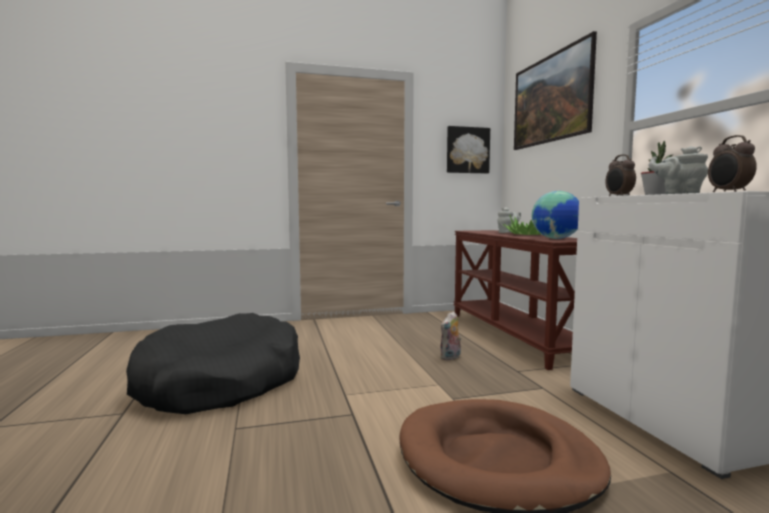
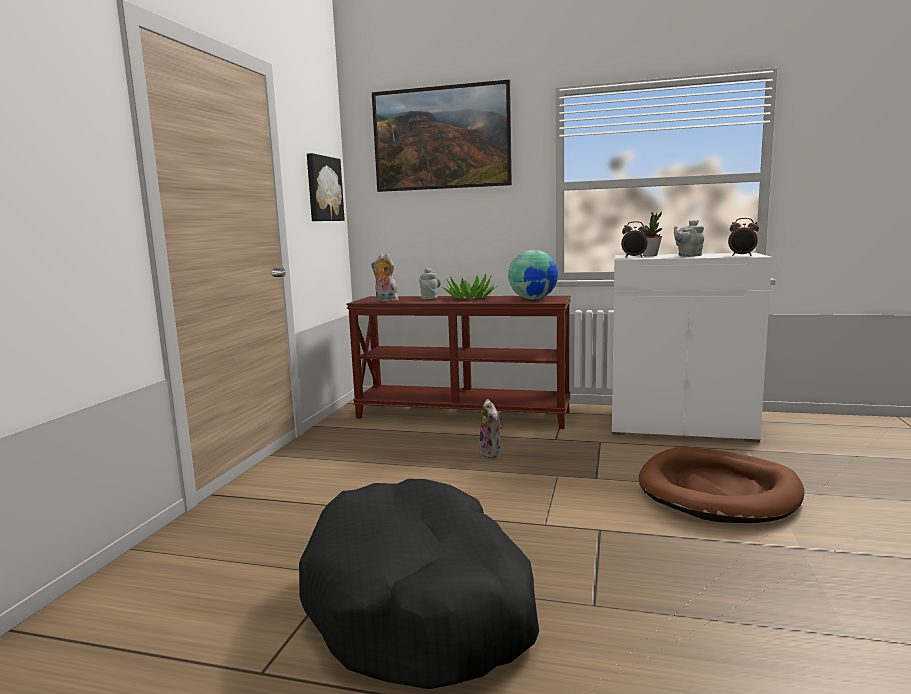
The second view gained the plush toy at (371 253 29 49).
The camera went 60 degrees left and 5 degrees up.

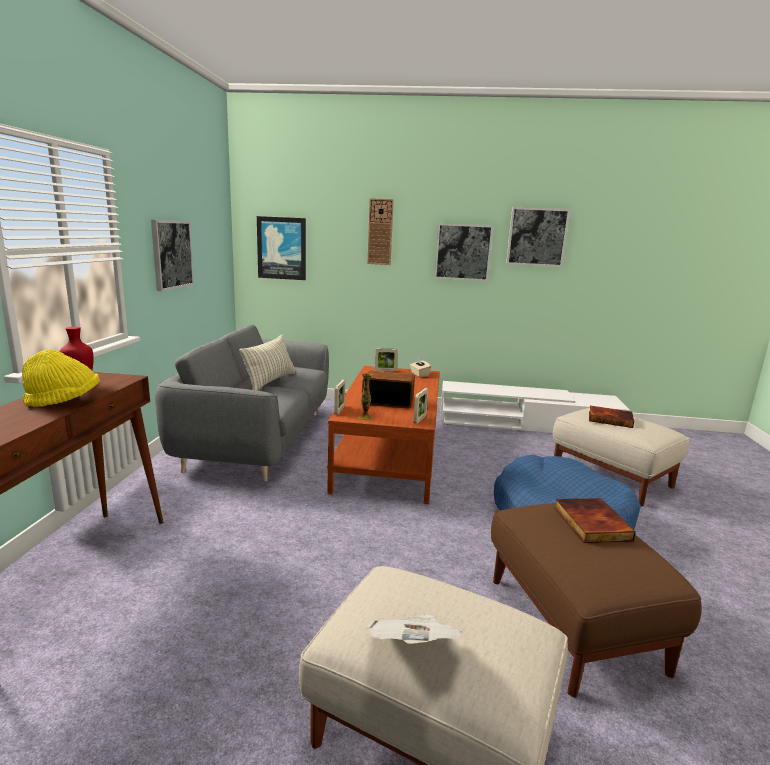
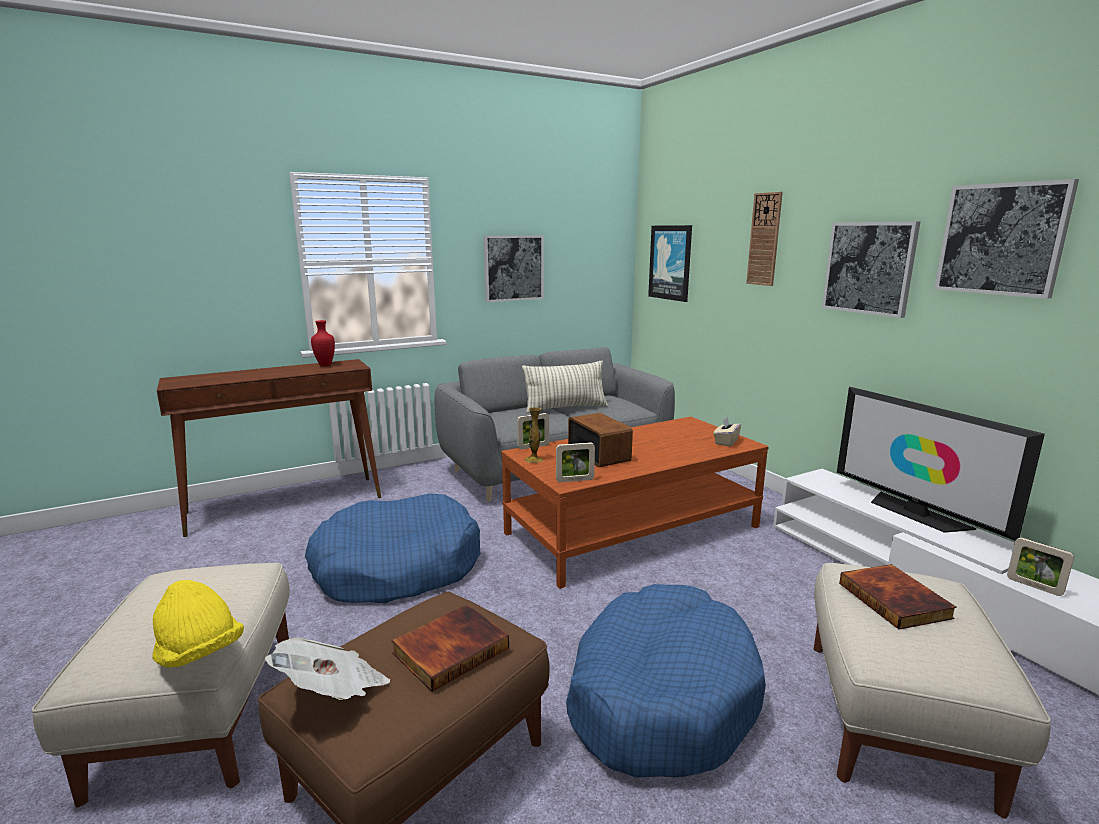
The second view gained the dog bed (blue) at (305 493 175 110).
The second view gained the television at (837 387 208 154).
The hat (yellow) ended up elsewhere, having gone from (22 349 78 58) to (152 580 92 88).
The newspaper ended up elsewhere, having gone from (365 614 98 30) to (265 637 125 63).
The picture frame ended up elsewhere, having gone from (374 348 24 23) to (1007 538 67 58).
The camera went 55 degrees right and 0 degrees up.

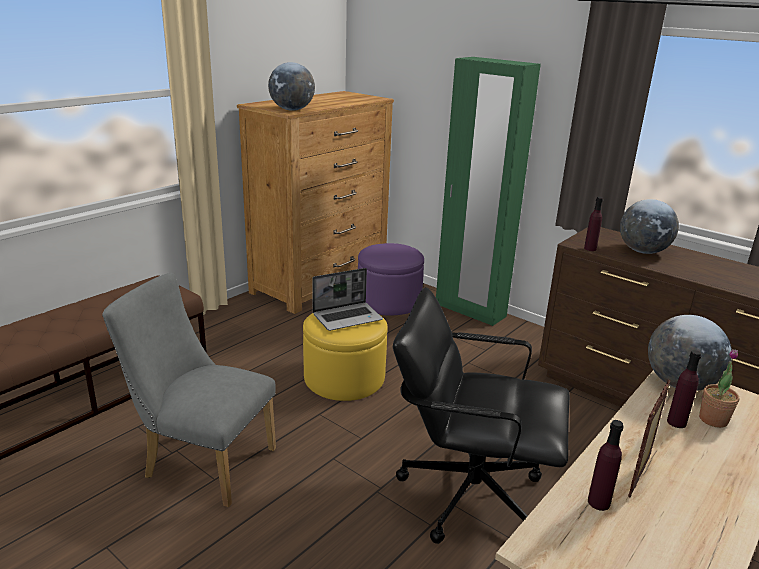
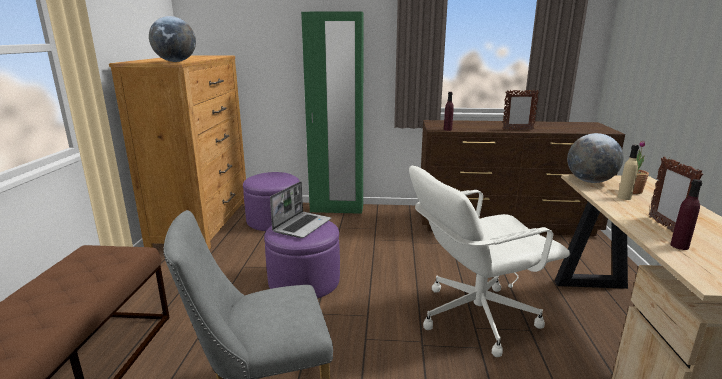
The second view lost the globe at (620 199 59 55).
The second view gained the picture frame at (502 90 37 40).
What was the ottoman (yellow) at (303 313 85 88) turned into the ottoman (purple) at (264 221 76 77).
What was the office chair (black) at (393 287 177 257) turned into the office chair (white) at (409 166 161 191).
What was the bottle (purple) at (667 350 34 78) turned into the bottle (beige) at (618 145 21 55).
The camera went 35 degrees left and 5 degrees down.

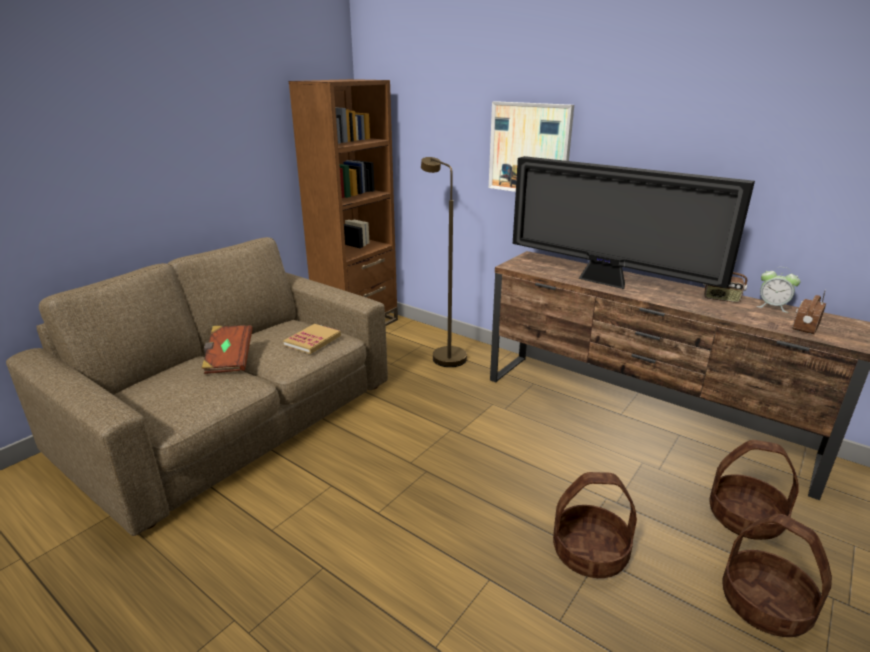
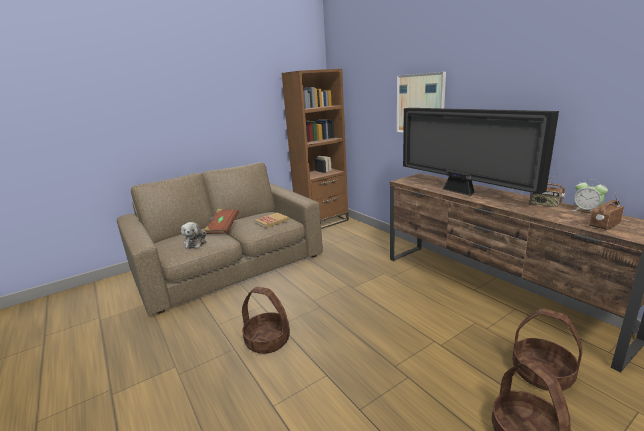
The second view lost the floor lamp (brown) at (421 157 46 210).
The second view gained the plush toy at (181 222 25 27).
The basket ended up elsewhere, having gone from (553 472 84 106) to (242 287 48 67).
The camera went 20 degrees right and 5 degrees down.

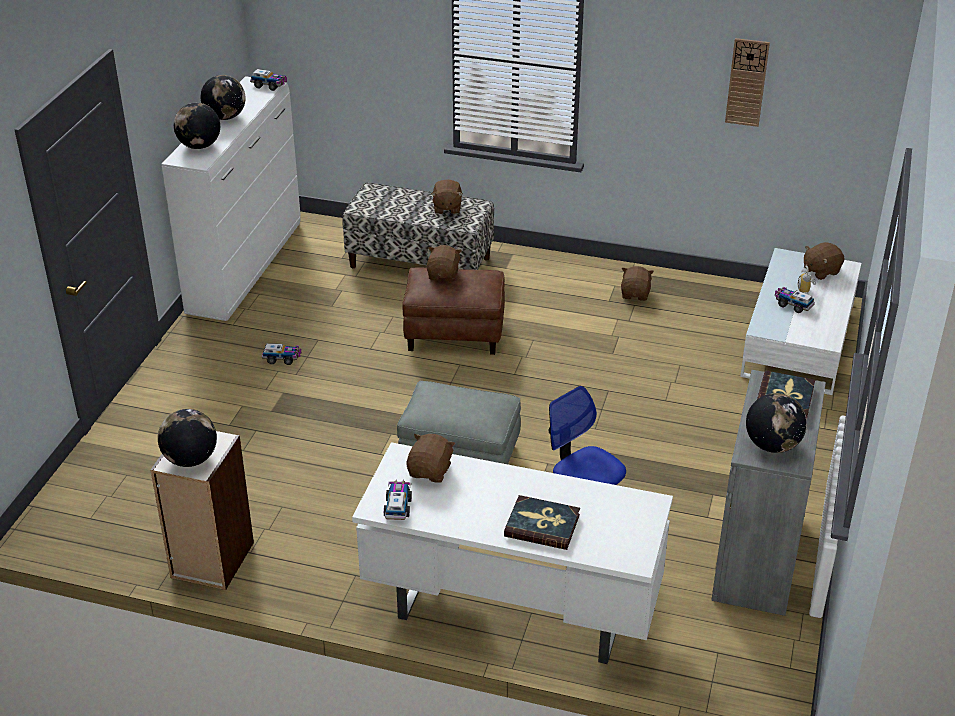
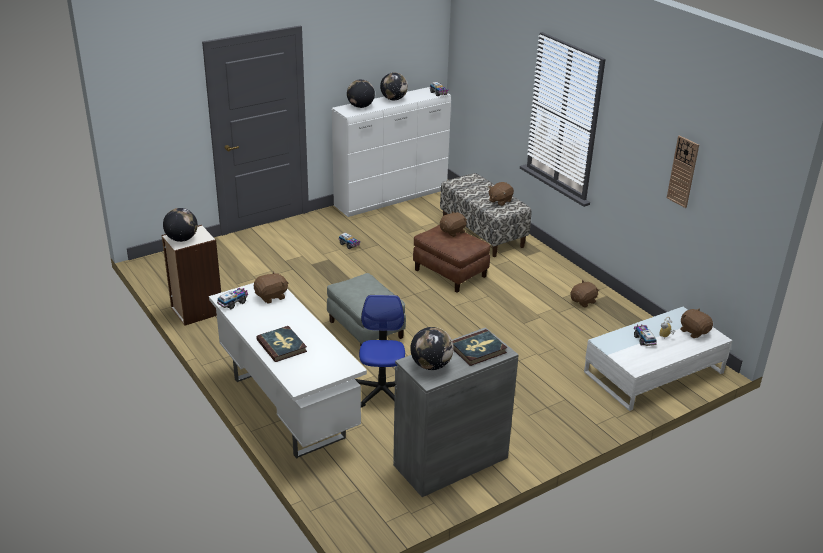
The plush toy (brown) at (804 242 40 38) ended up facing another way, 45 degrees clockwise from before.
The camera went 40 degrees right and 5 degrees down.

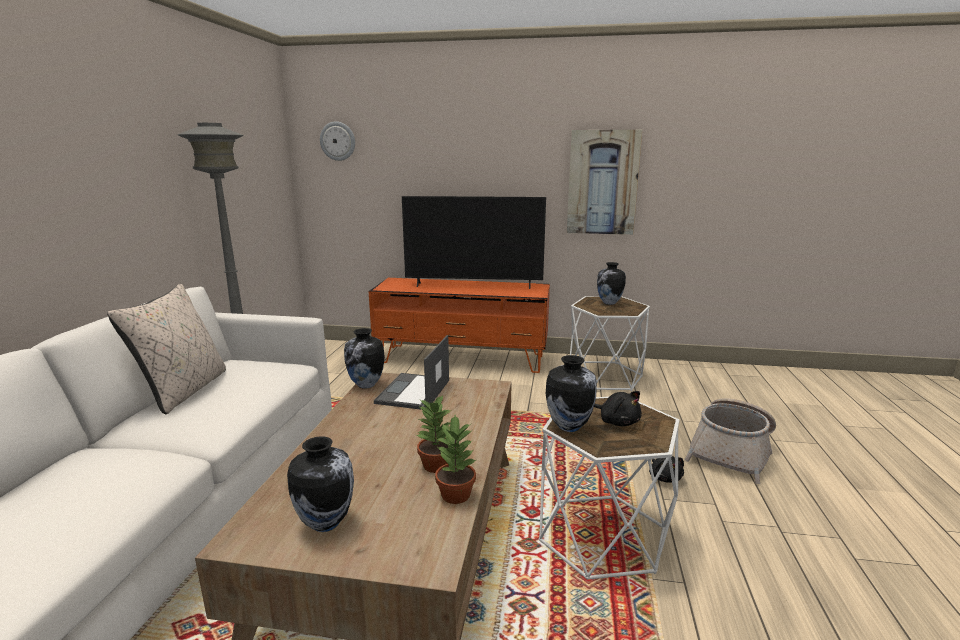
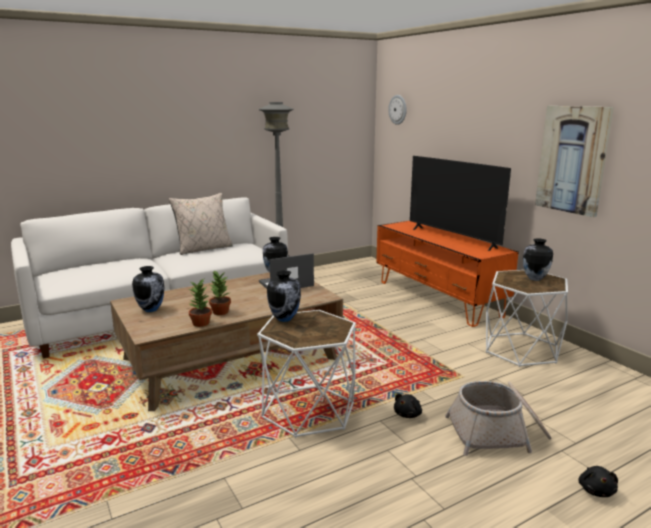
The plush toy (black) ended up elsewhere, having gone from (594 391 48 35) to (578 466 40 31).
The camera went 50 degrees right and 0 degrees up.

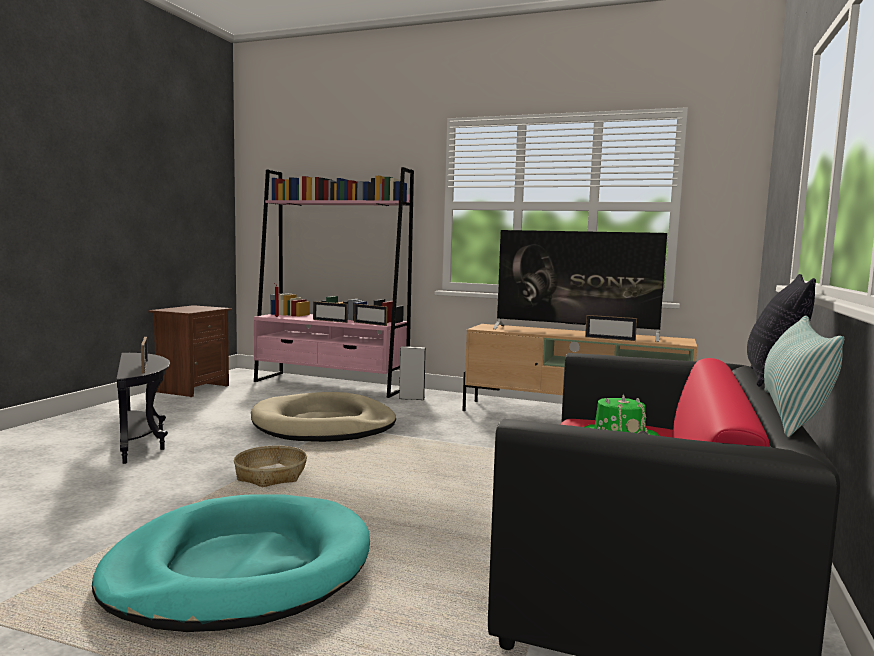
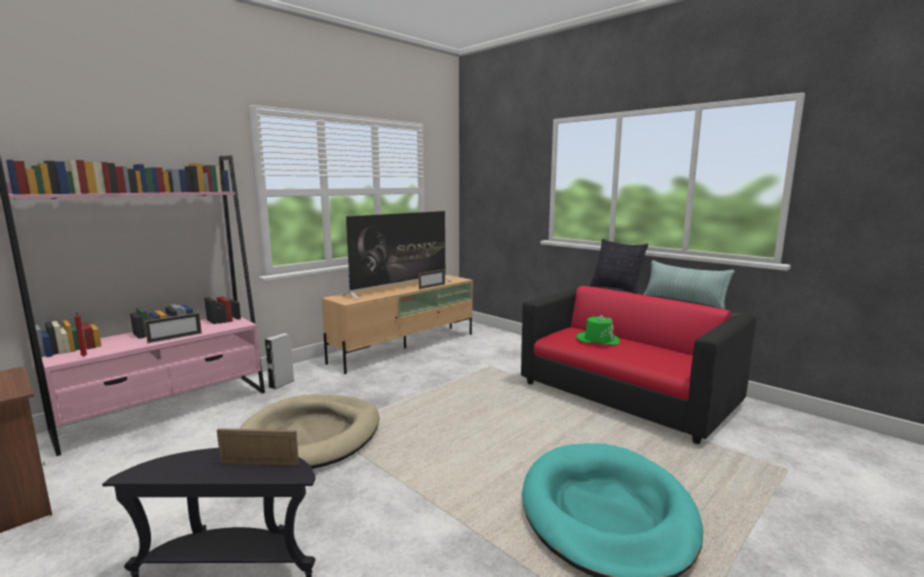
The second view lost the basket at (234 446 73 41).
The second view lost the picture frame at (354 304 33 22).
The camera went 65 degrees left and 5 degrees up.

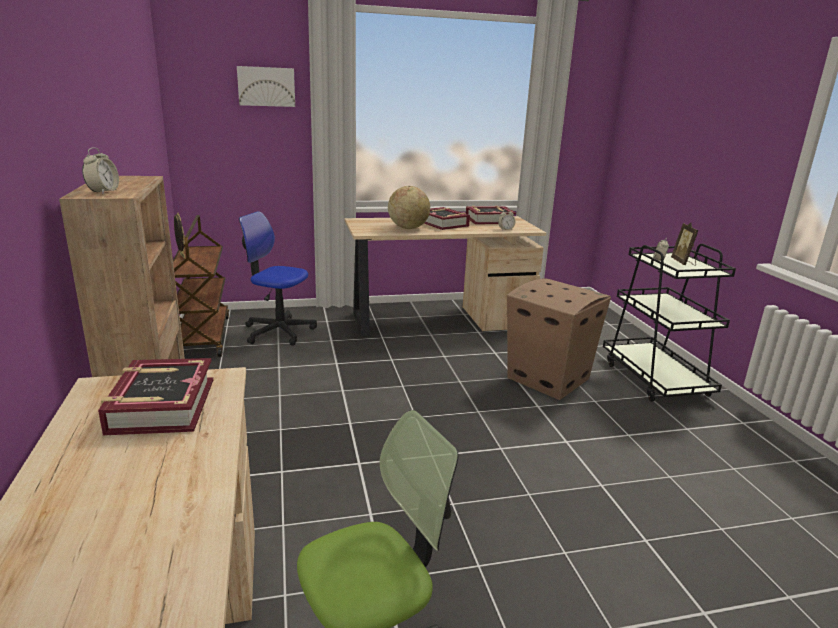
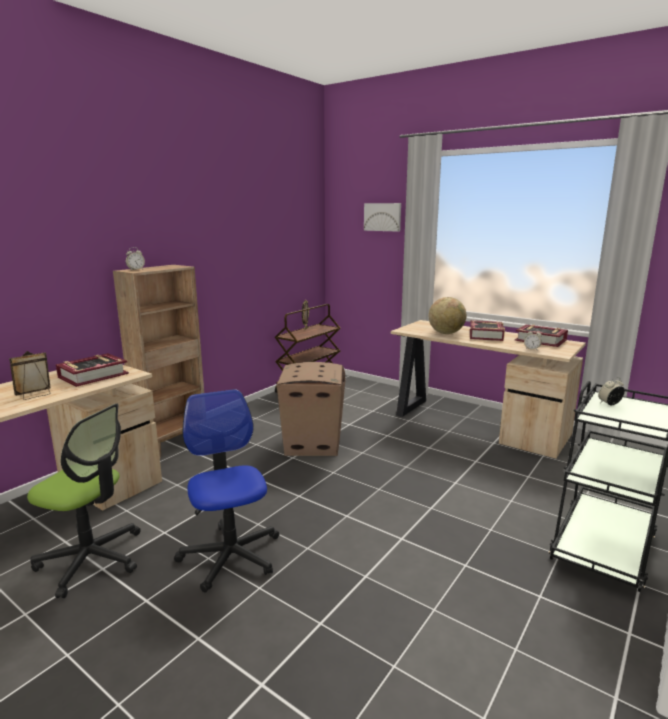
The office chair ended up elsewhere, having gone from (239 211 78 135) to (174 389 105 204).
The cardboard box ended up elsewhere, having gone from (507 278 104 122) to (277 362 69 94).
The picture frame ended up elsewhere, having gone from (671 223 28 43) to (9 351 42 49).
The camera went 50 degrees right and 5 degrees down.

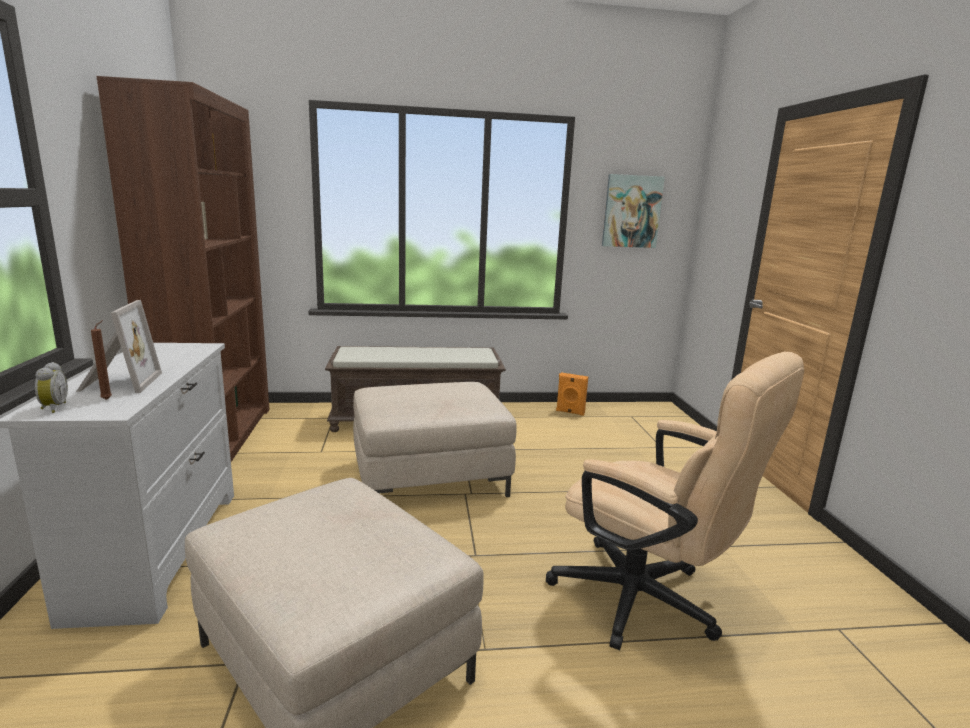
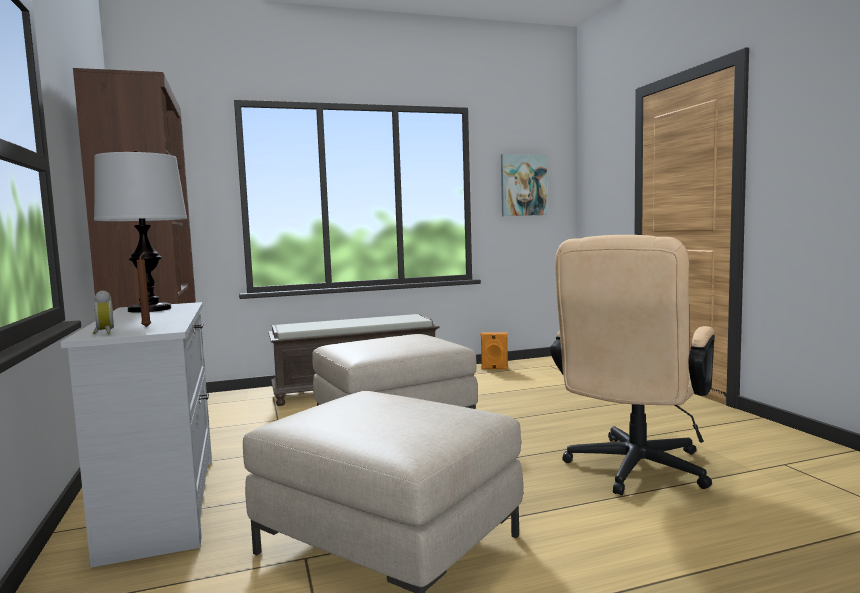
The second view lost the picture frame at (76 300 86 93).
The second view gained the table lamp at (94 151 93 162).
The office chair (beige) at (546 352 258 298) ended up facing another way, 90 degrees clockwise from before.
The camera went 10 degrees left and 10 degrees down.

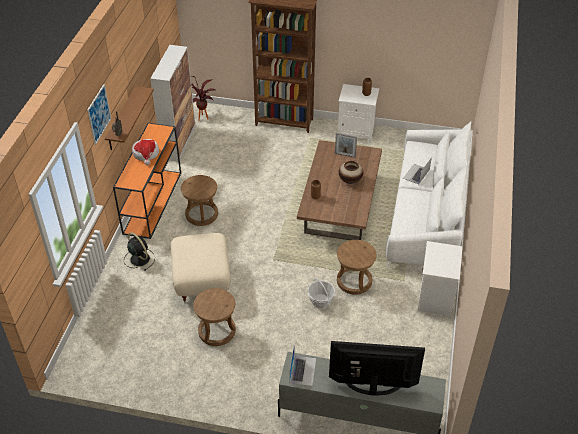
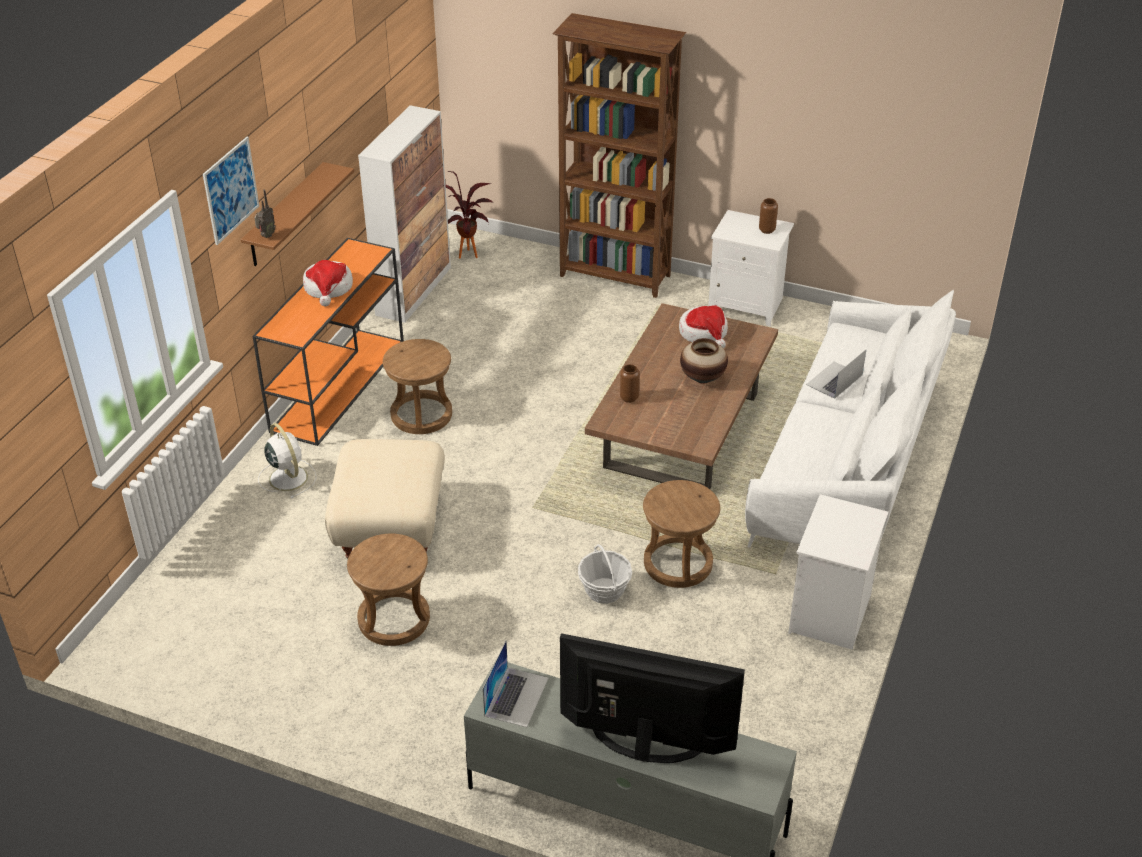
Where the picture frame stood at (335 133 22 25), the hat came to stand at (679 305 49 43).
What was the fan (black) at (124 232 31 38) turned into the fan (white) at (258 423 59 76).
The camera went 10 degrees right and 5 degrees down.

